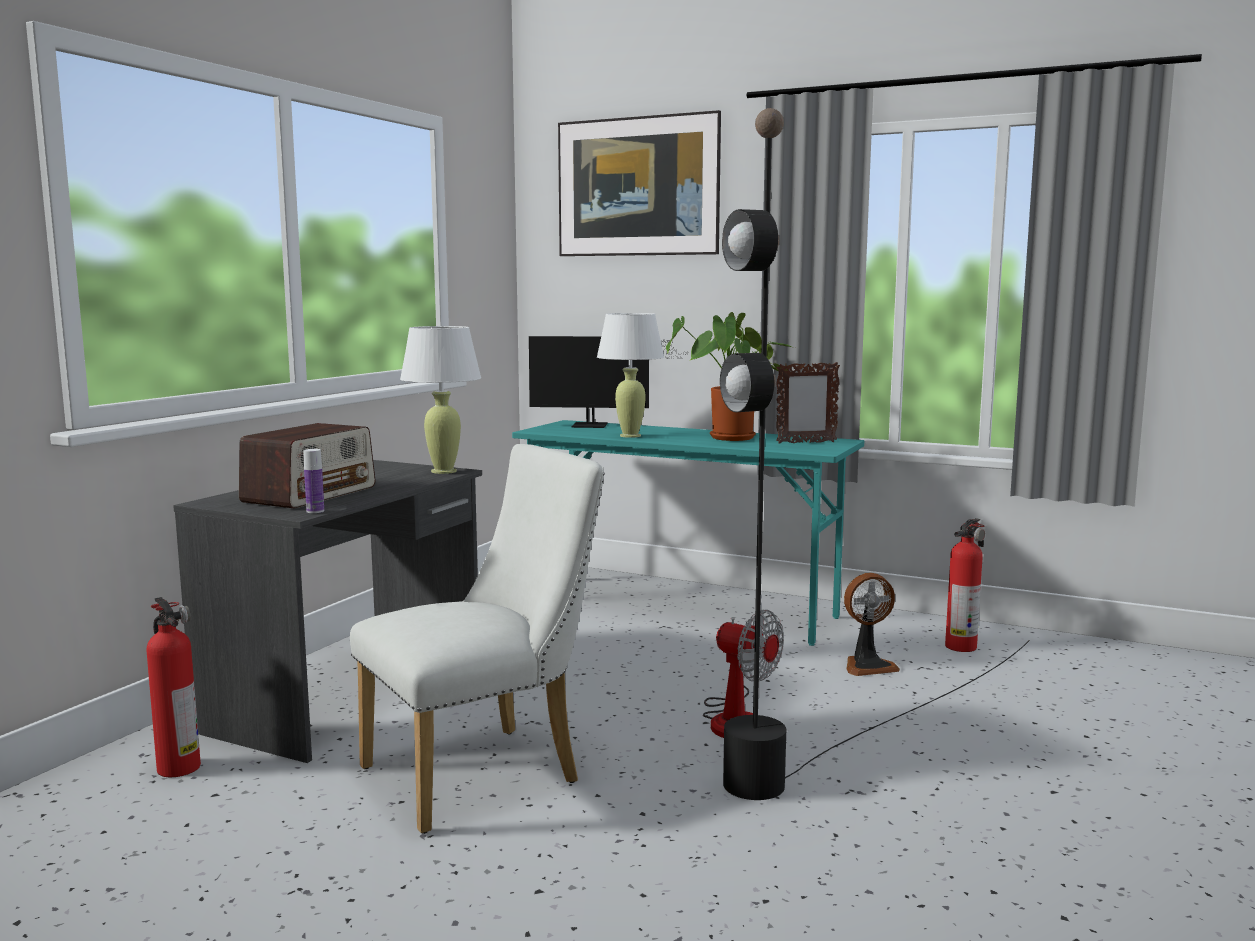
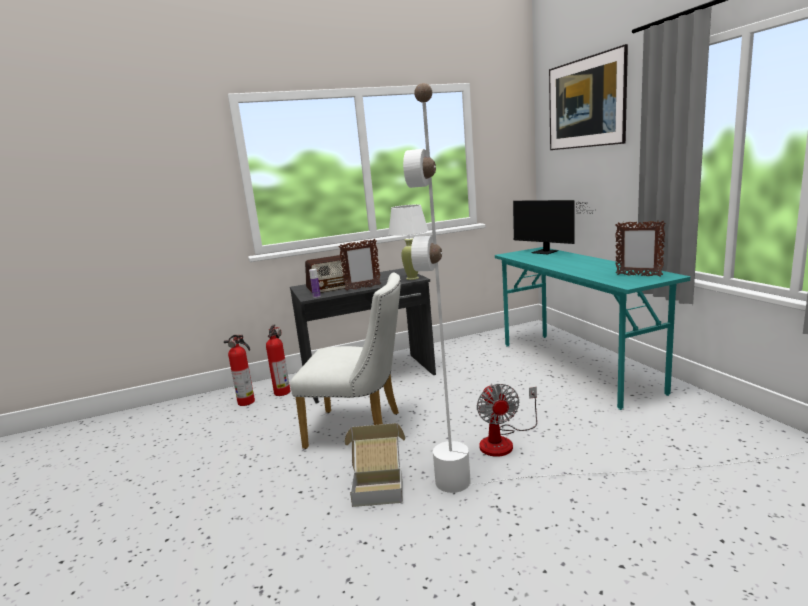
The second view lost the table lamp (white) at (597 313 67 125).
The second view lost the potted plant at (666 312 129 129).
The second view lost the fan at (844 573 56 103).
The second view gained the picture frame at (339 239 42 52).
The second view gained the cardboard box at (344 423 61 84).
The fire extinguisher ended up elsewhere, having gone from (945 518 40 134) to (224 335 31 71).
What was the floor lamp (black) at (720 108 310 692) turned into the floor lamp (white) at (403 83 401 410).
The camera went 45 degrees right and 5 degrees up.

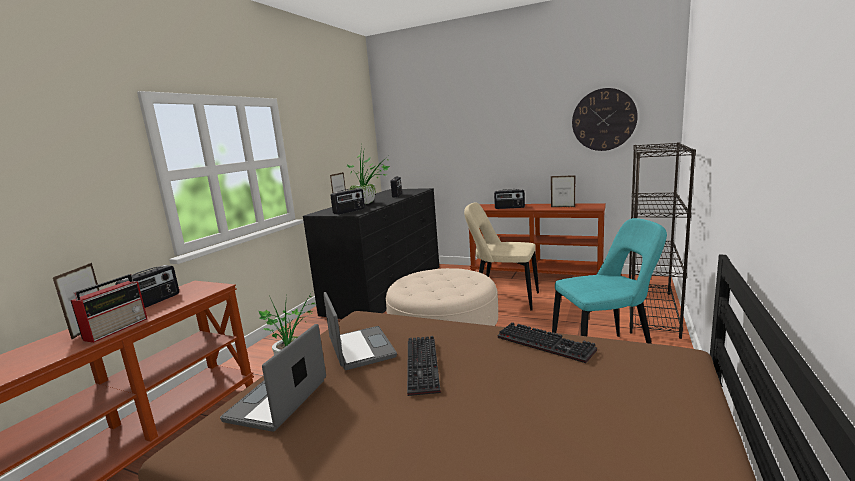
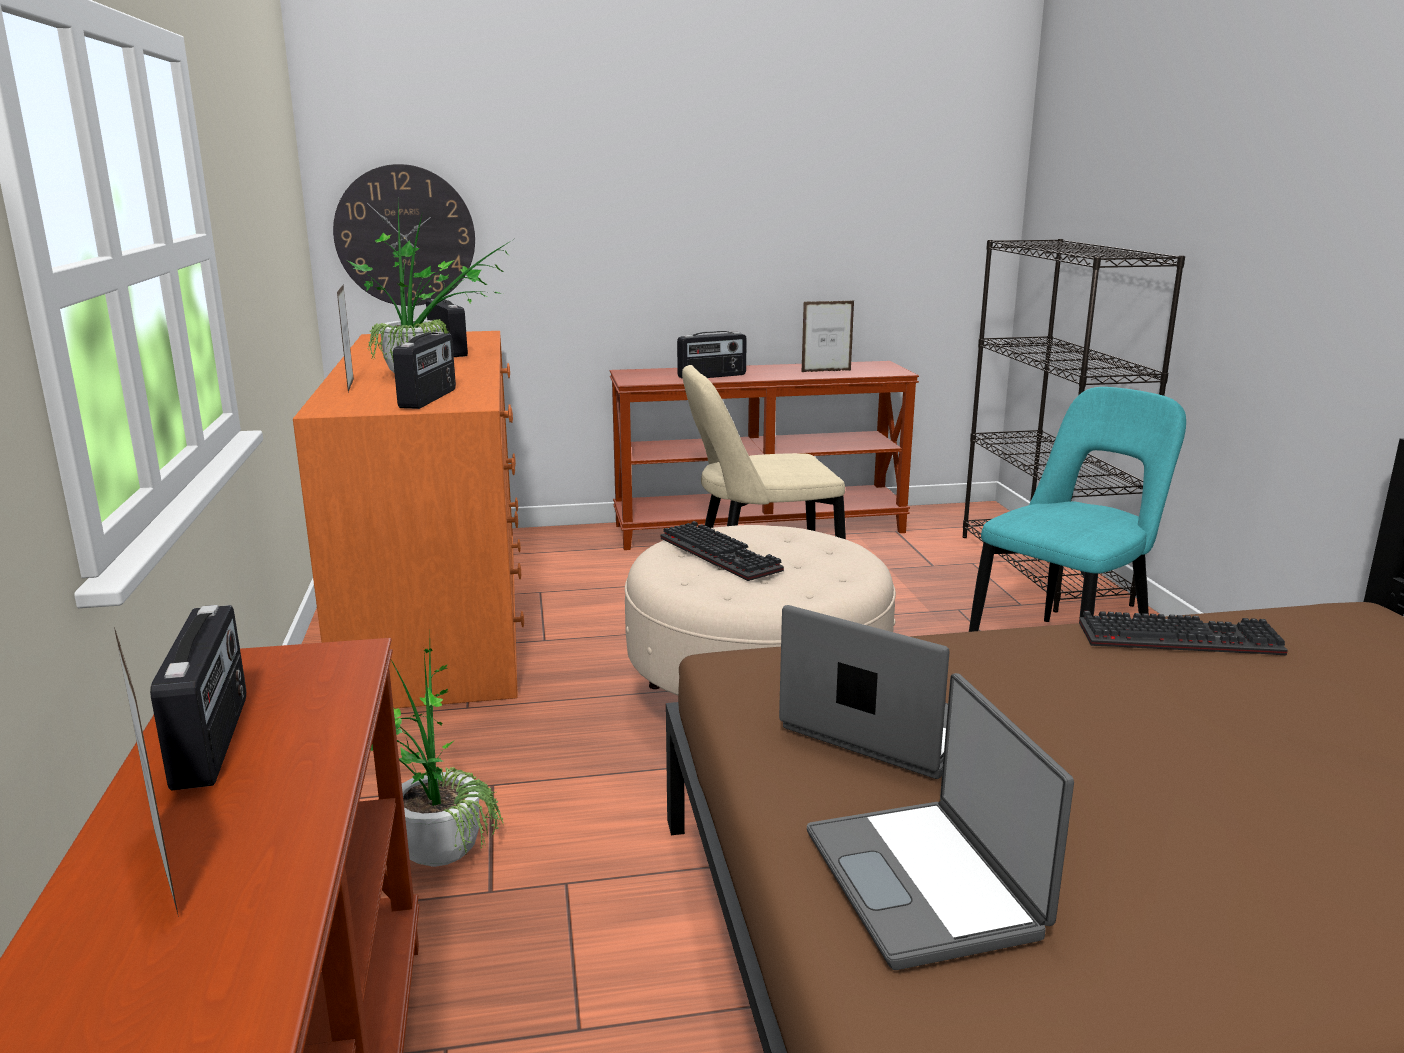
The second view lost the radio at (70 274 77 69).
The keyboard ended up elsewhere, having gone from (407 336 34 60) to (661 521 123 60).
The wall clock ended up elsewhere, having gone from (572 88 66 63) to (333 164 142 142).
What was the dresser (black) at (303 188 136 131) turned into the dresser (orange) at (293 331 231 377).
The camera went 35 degrees left and 5 degrees up.

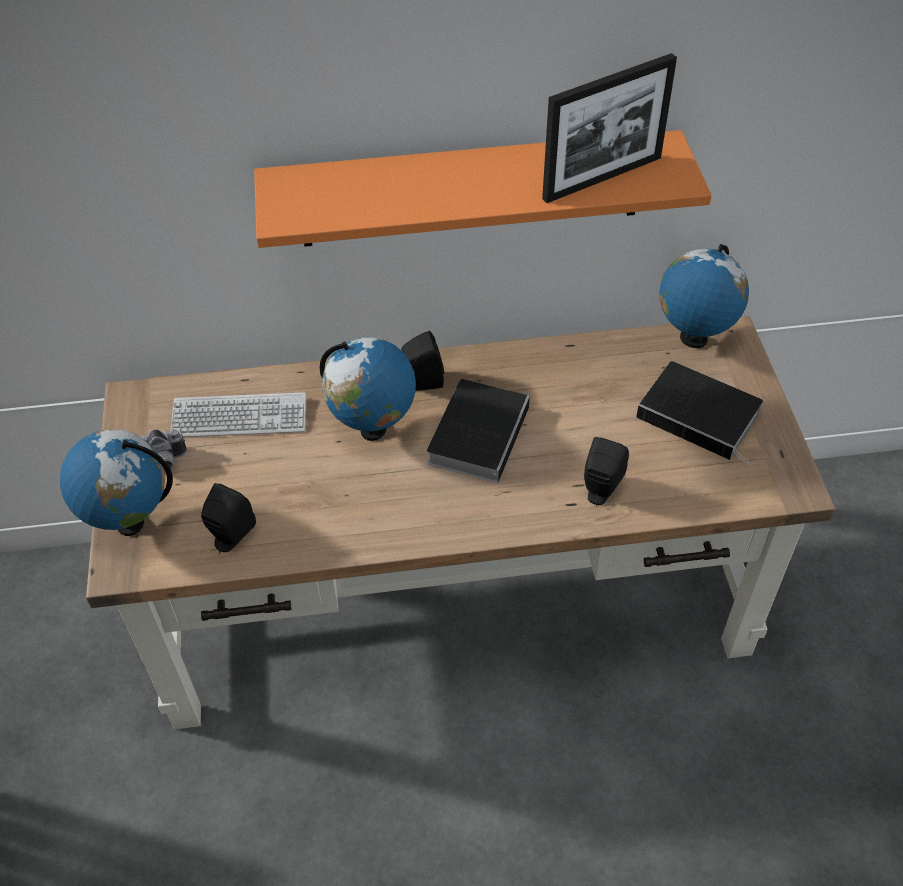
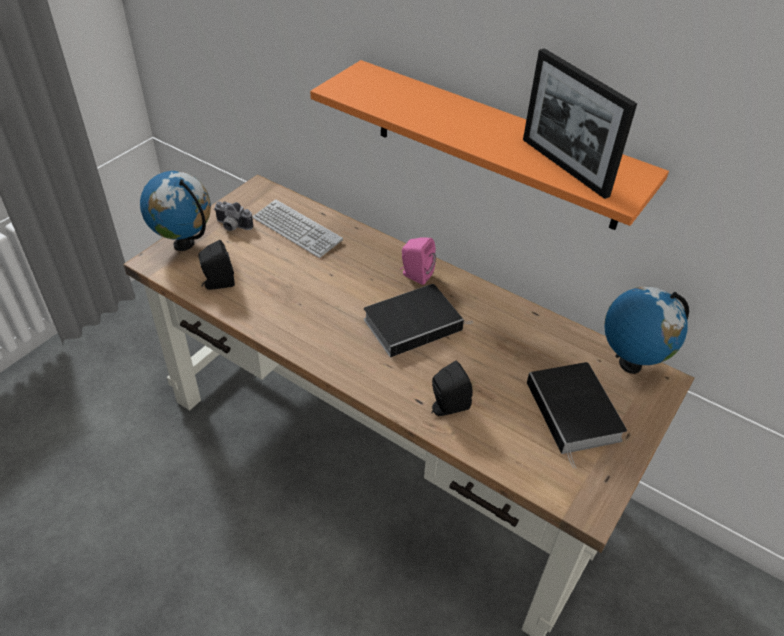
The second view lost the globe at (320 337 96 104).
What was the speaker (black) at (402 331 42 60) turned into the speaker (pink) at (400 237 36 48).
The picture frame at (542 53 135 150) ended up facing another way, 45 degrees clockwise from before.
The camera went 40 degrees right and 5 degrees down.

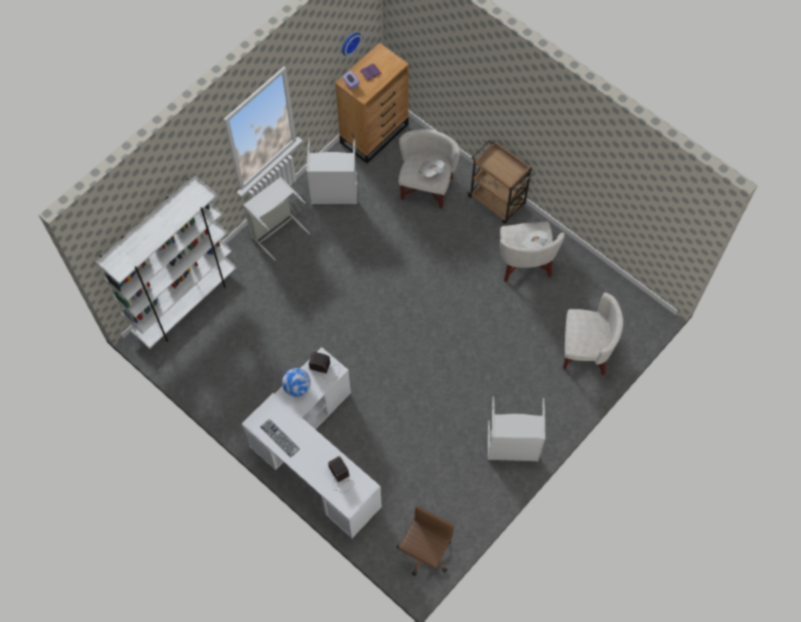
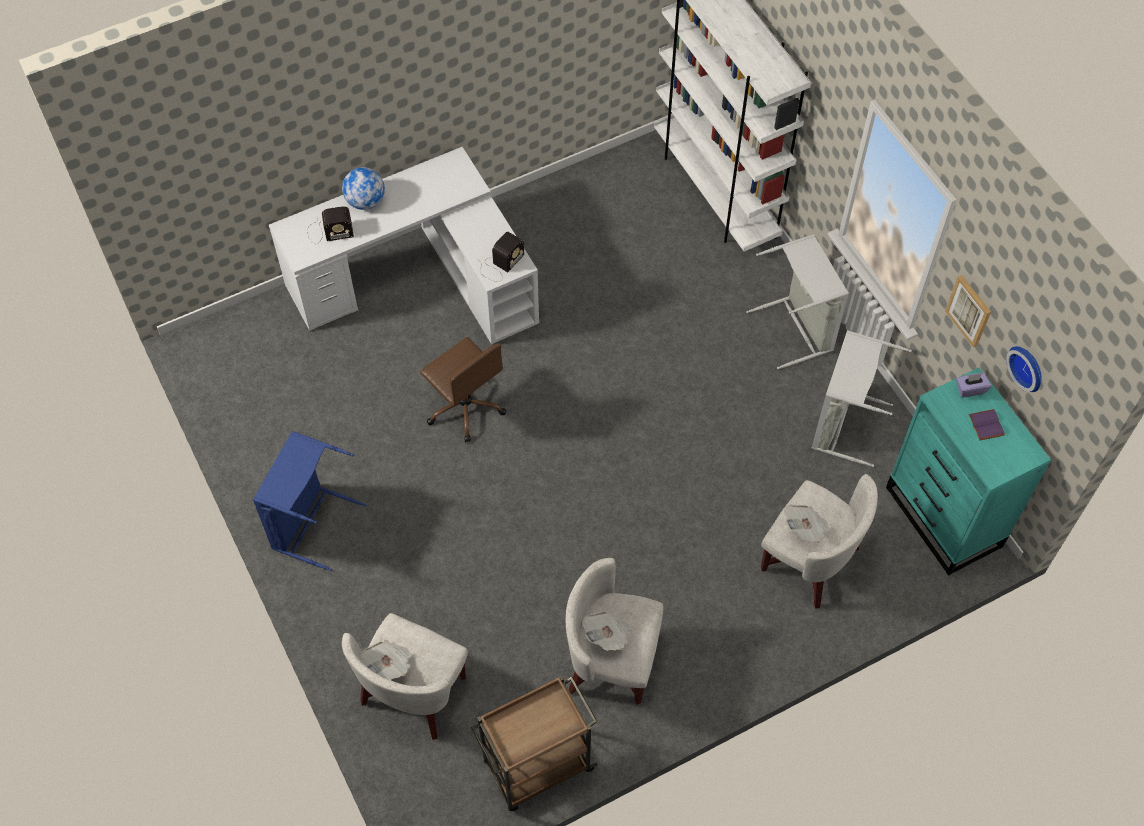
The second view lost the keyboard at (260 419 40 38).
The second view gained the newspaper at (360 640 53 40).
The second view gained the picture at (945 275 46 72).
The globe ended up elsewhere, having gone from (282 368 29 29) to (342 167 43 43).
The office chair (brown) ended up elsewhere, having gone from (397 506 57 70) to (420 337 86 105).
The cart (brown) ended up elsewhere, having gone from (467 140 67 84) to (471 676 126 135).
What was the dresser (brown) at (335 43 74 120) turned into the dresser (turquoise) at (886 368 165 208).
What was the laundry basket (grey) at (488 397 57 65) turned into the laundry basket (blue) at (253 431 113 140).
The camera went 110 degrees right and 5 degrees down.

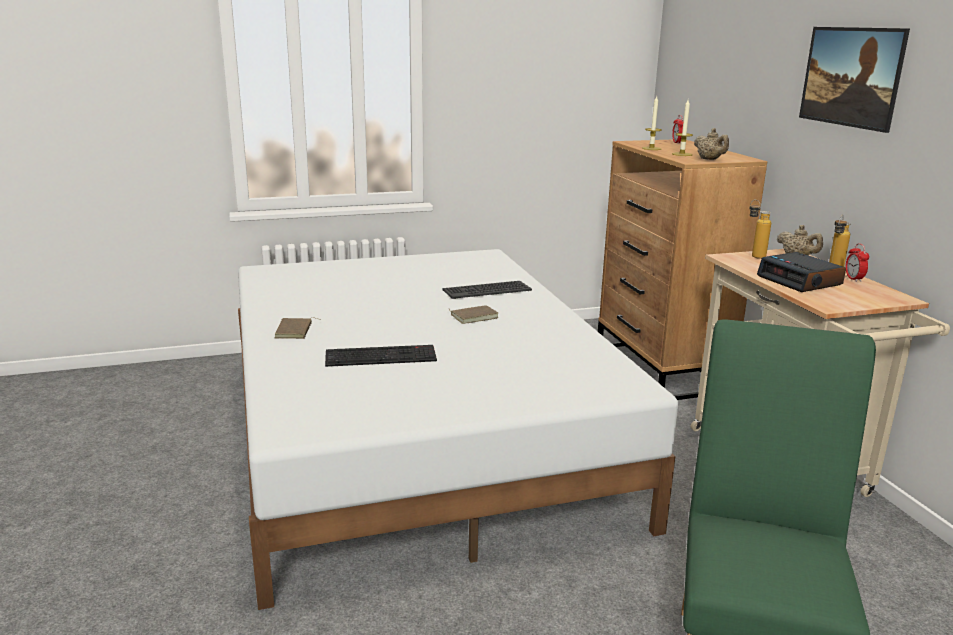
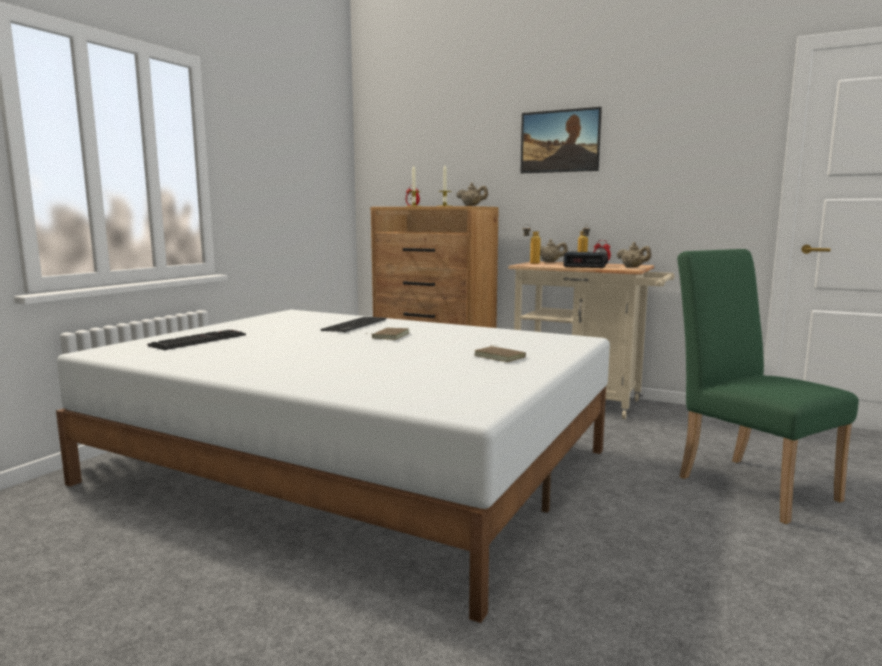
The second view gained the teapot (beige) at (616 242 35 26).
The book (brown) ended up elsewhere, having gone from (275 317 45 22) to (474 345 52 17).
The keyboard ended up elsewhere, having gone from (325 345 112 22) to (147 330 99 20).
The camera went 45 degrees left and 10 degrees down.

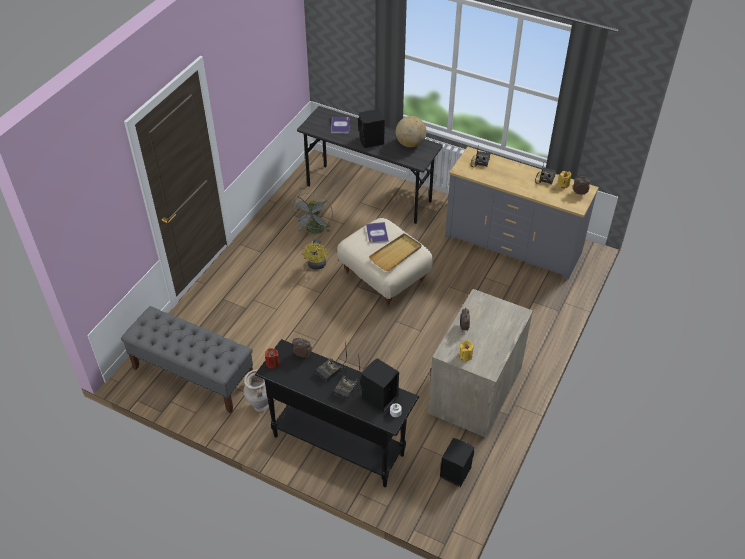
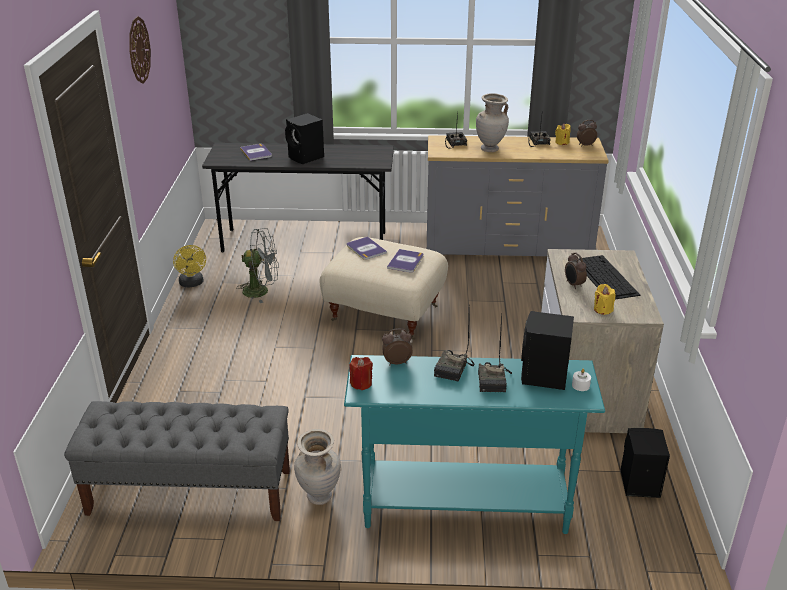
The second view lost the globe at (396 116 31 31).
The second view gained the wall clock at (129 16 22 68).
The second view gained the vase (beige) at (476 93 33 59).
The second view gained the keyboard at (578 255 62 44).
The fan (yellow) ended up elsewhere, having gone from (303 239 25 31) to (173 245 33 43).
Where the tray (beige) stood at (369 233 53 38), the book came to stand at (387 249 36 23).
What was the console table (black) at (255 339 164 148) turned into the console table (turquoise) at (344 355 261 179).
The fan (grey) at (292 193 41 41) ended up facing another way, 75 degrees counterclockwise from before.
The camera went 25 degrees left and 15 degrees down.

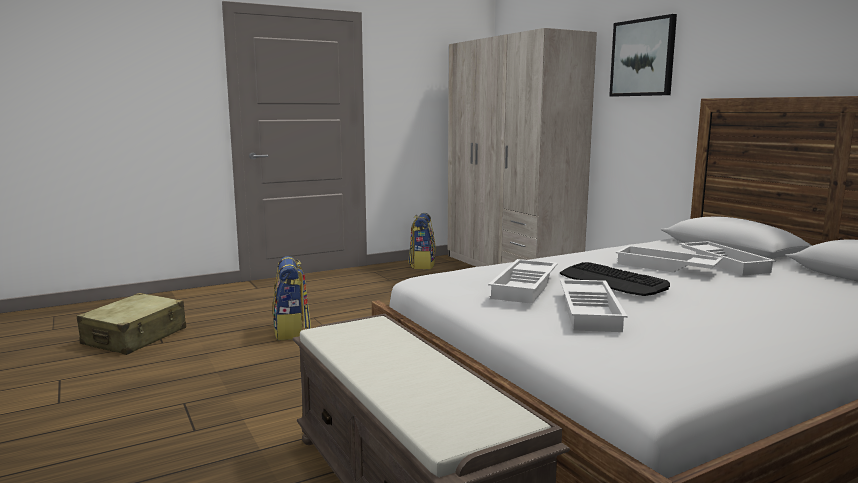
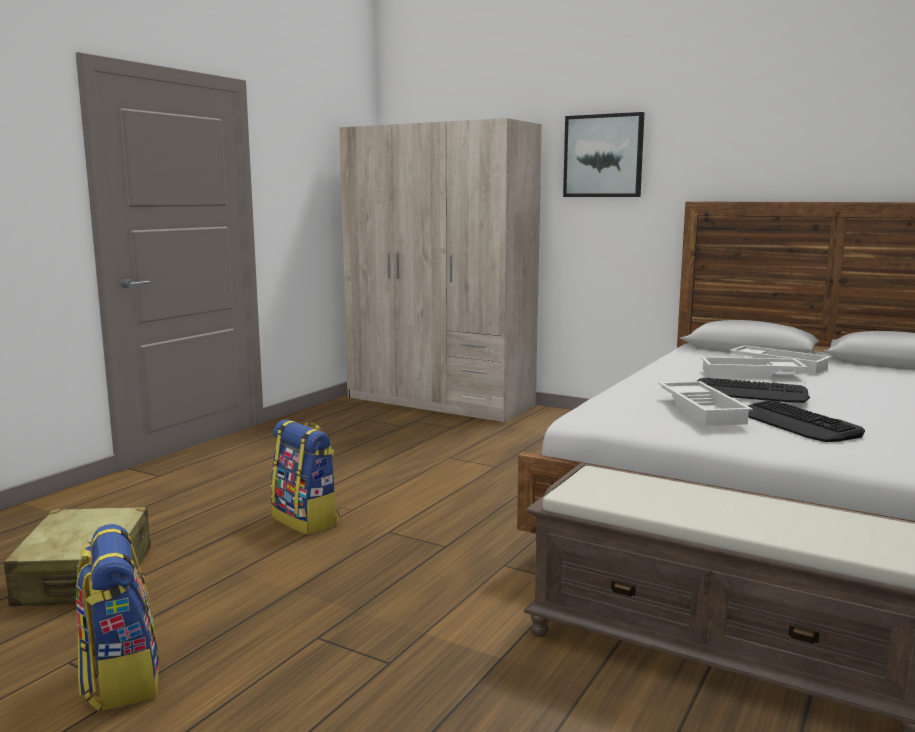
The backpack ended up elsewhere, having gone from (408 213 28 56) to (76 524 84 187).
Where the tray (white) stood at (560 279 67 53), the keyboard came to stand at (748 401 117 41).
The camera went 30 degrees left and 0 degrees up.

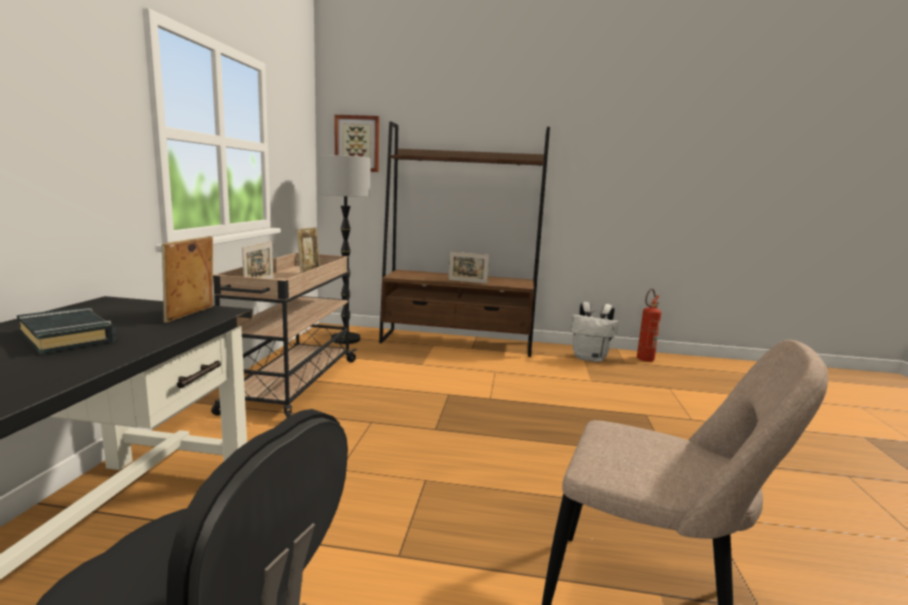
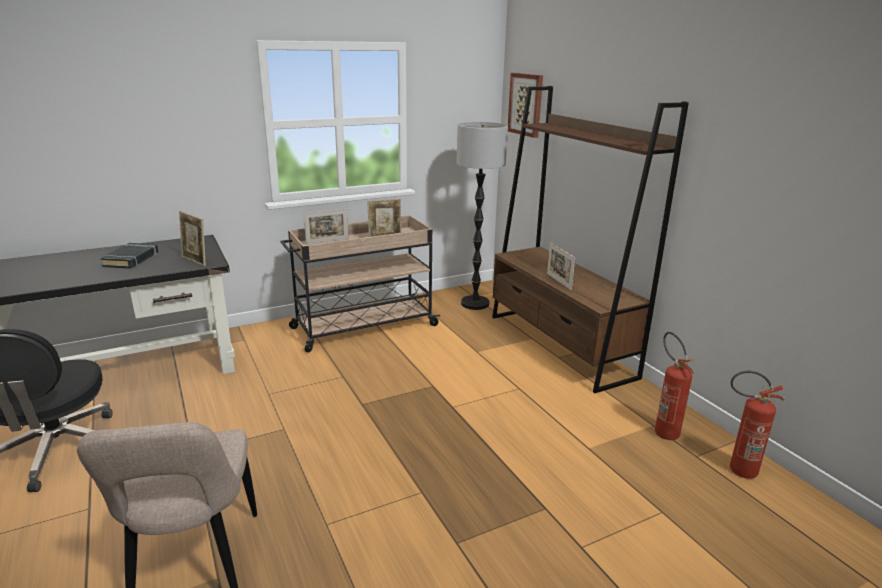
Where the backpack (white) stood at (571 302 48 60), the fire extinguisher came to stand at (655 332 39 108).
The picture frame at (161 236 52 87) ended up facing another way, 120 degrees counterclockwise from before.
The camera went 55 degrees right and 10 degrees up.

